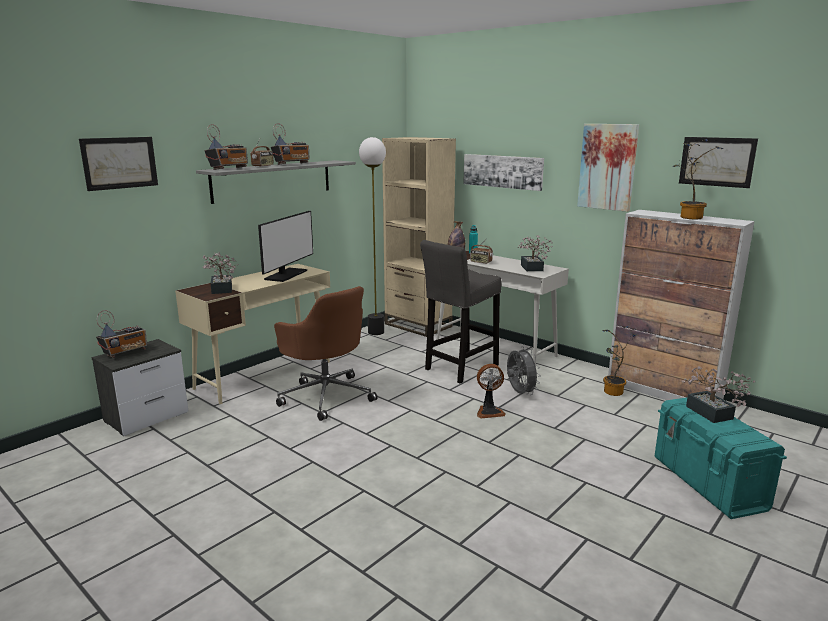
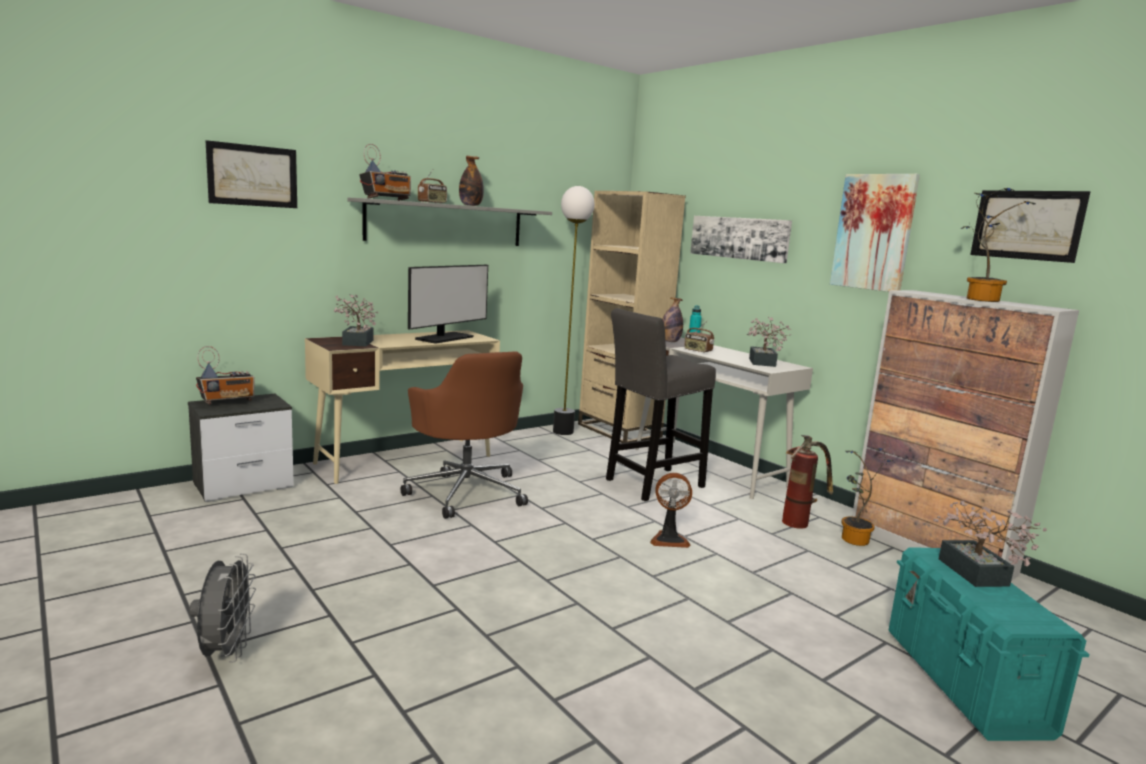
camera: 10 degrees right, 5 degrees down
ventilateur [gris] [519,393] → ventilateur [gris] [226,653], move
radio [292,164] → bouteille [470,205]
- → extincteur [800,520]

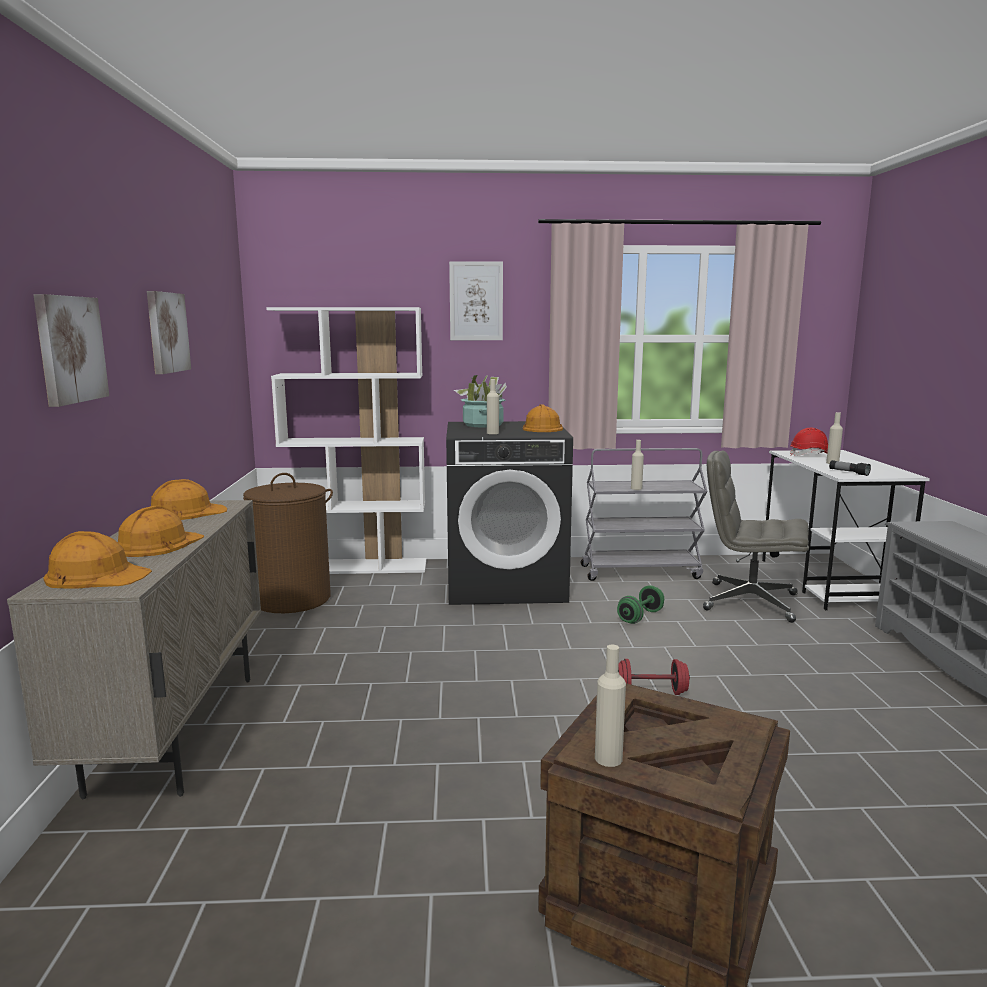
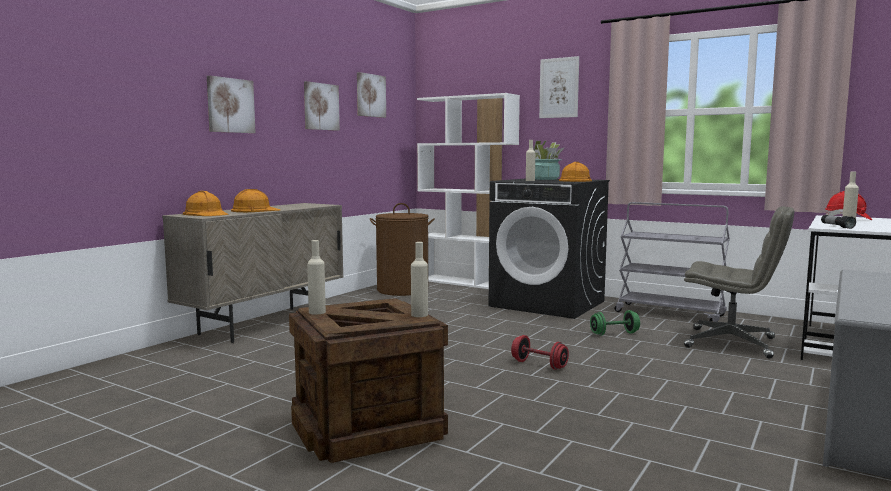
camera: 35 degrees right, 5 degrees down
- → tableau [370,95]
bouteille [beige] [636,488] → bouteille [beige] [419,315], move
chaise de bureau [gris] [749,602] → chaise de bureau [gris] [731,343], 150 degrees clockwise
casque de chantier [orange] [186,512] → -

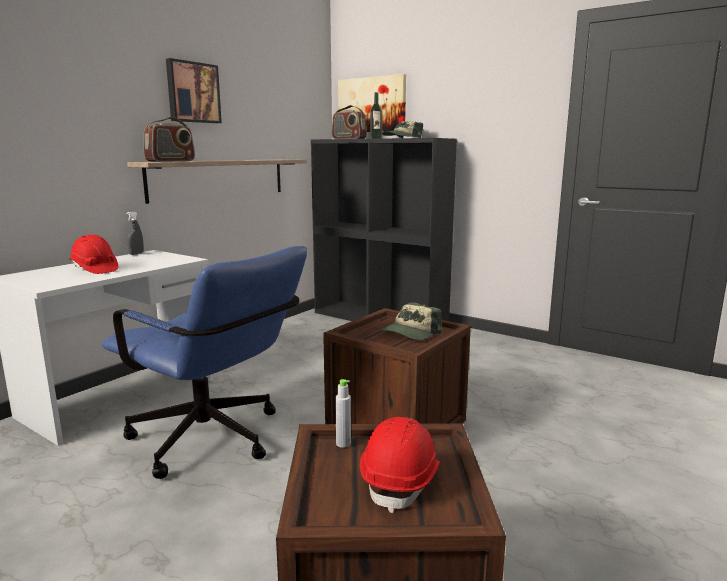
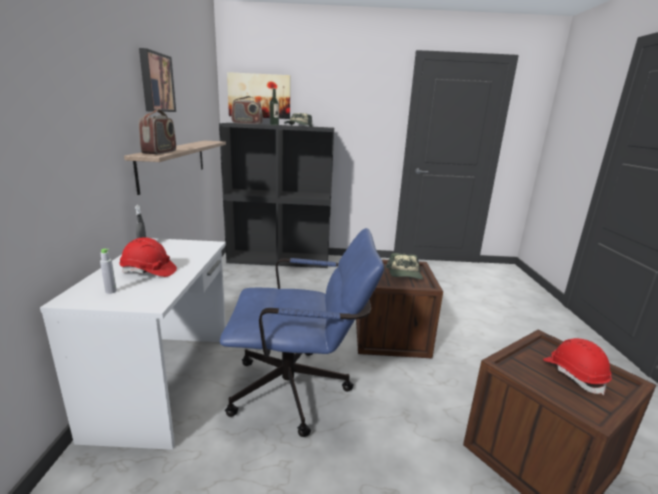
camera: 35 degrees left, 5 degrees up
bouteille [gris] [343,443] → bouteille [gris] [111,291], move

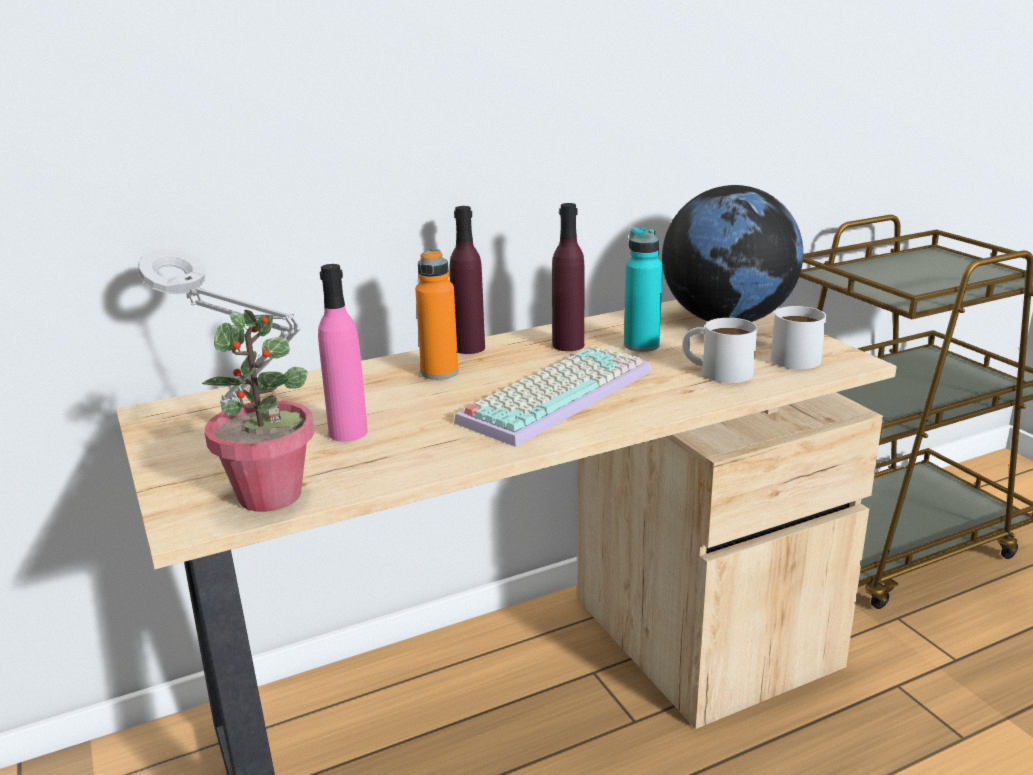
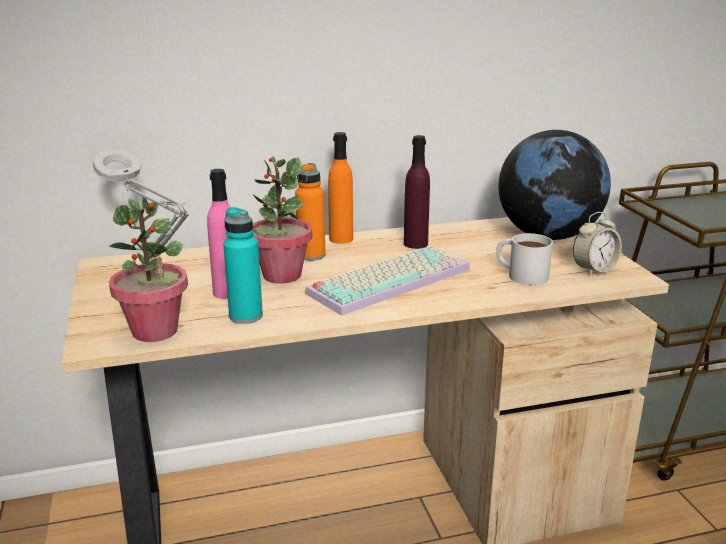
camera: 10 degrees right, 0 degrees up
bouteille [turquoise] [641,345] → bouteille [turquoise] [246,316], move
- → plante en pot [281,275]
bouteille [violet] [469,348] → bouteille [orange] [341,239]
mug [blanc] [801,357] → réveil [594,269]

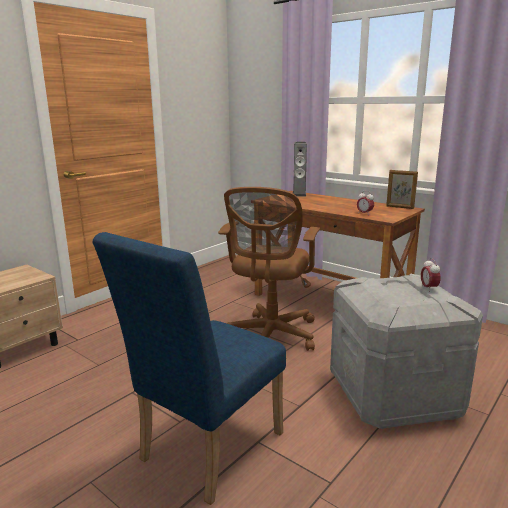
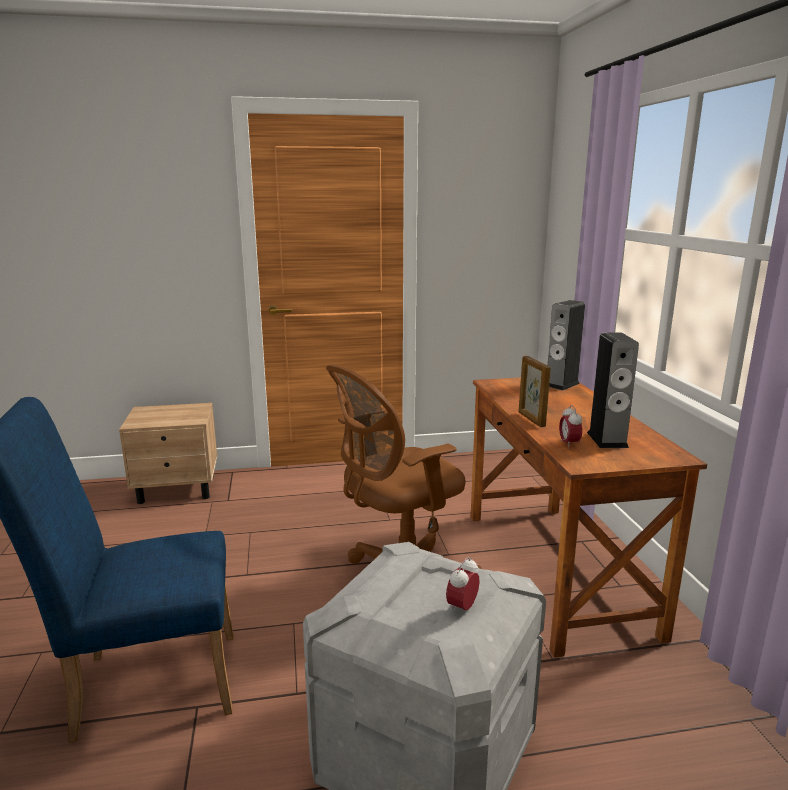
camera: 40 degrees right, 0 degrees up
cadre photo [399,207] → cadre photo [531,419], move
- → enceinte [607,440]

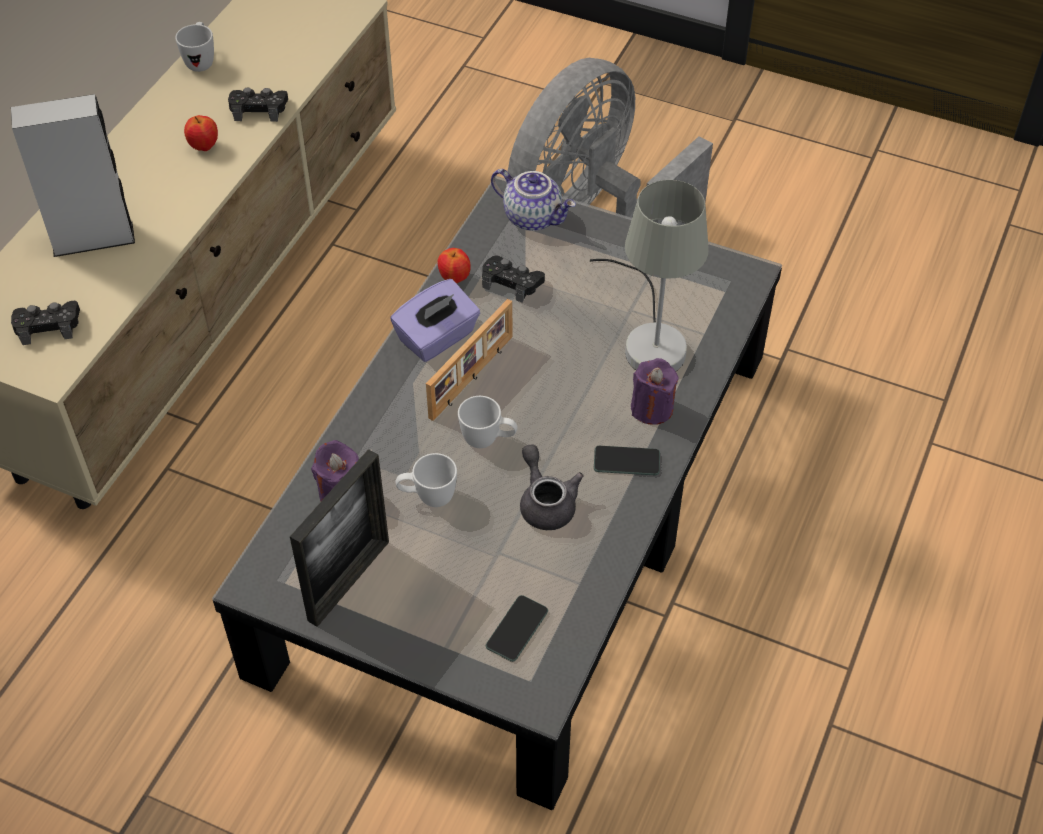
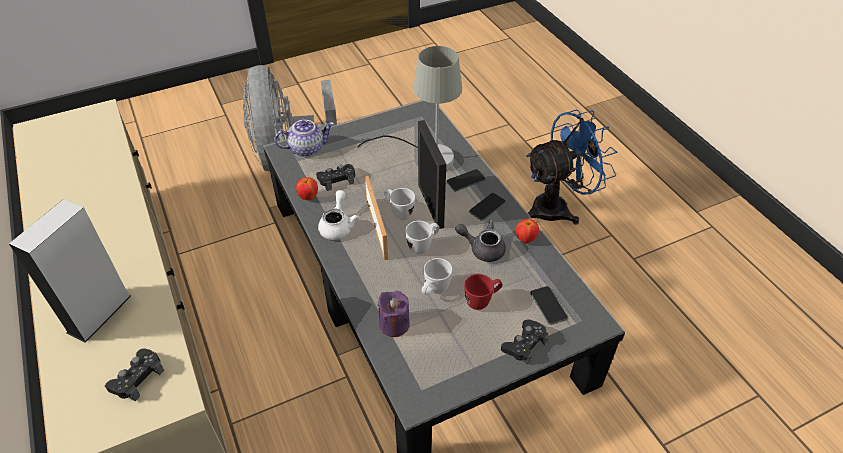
camera: 50 degrees left, 5 degrees down
boîte à mouchoirs [violet] [437,338] → théière [blanc] [337,226]
mug [blanc] [201,61] → mug [blanc] [399,213], move
cadre photo [349,580] → cadre photo [430,205], move
bougie [violet] [652,408] → téléphone [466,181]
- → mug [rouge] [482,301]
manette [noir] [259,109] → manette [noir] [524,344], move
pomme [204,147] → pomme [525,239], move
- → ventilateur [bleu] [557,207]

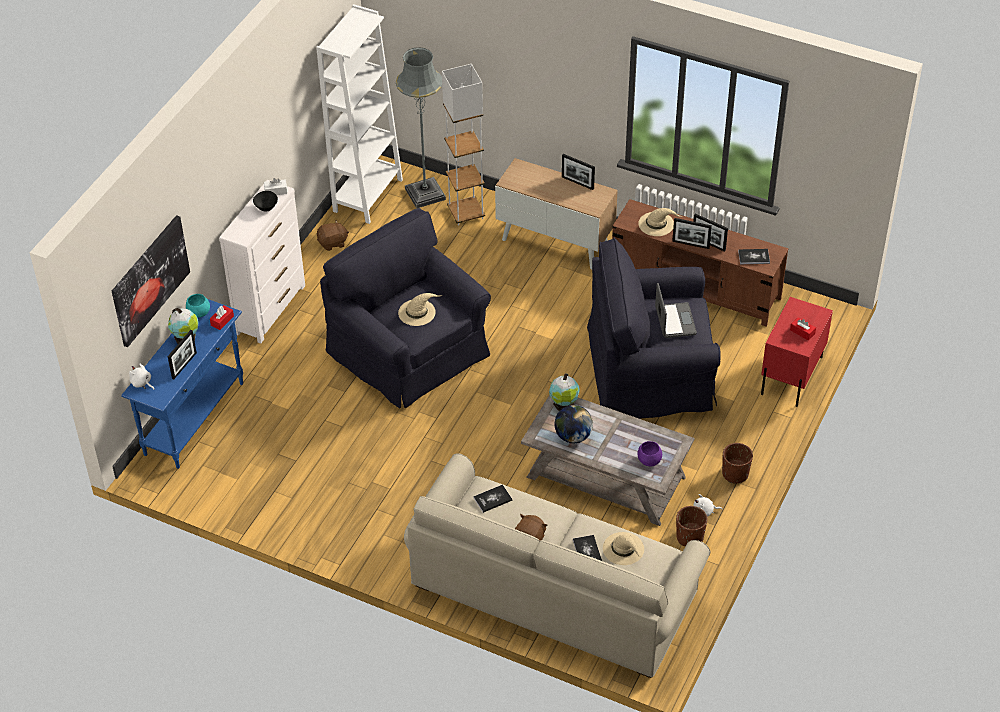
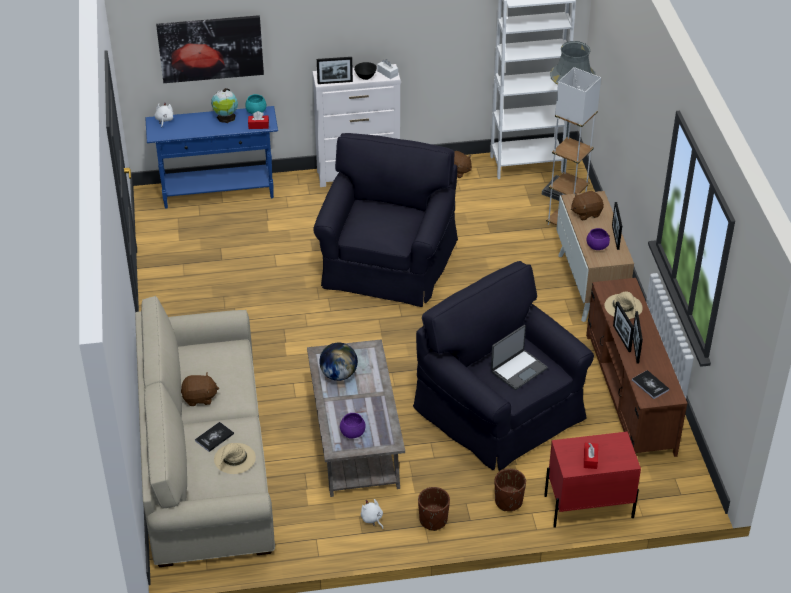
camera: 55 degrees right, 5 degrees down
cadre photo [184,365] → cadre photo [335,82], move
cache-pot [marron] [689,537] → cache-pot [marron] [508,501], move
- → peluche [marron] [586,213]
- → bol [violet] [597,246]
chapeau [beige] [417,312] → -
livre [492,499] → -
globe [564,404] → -

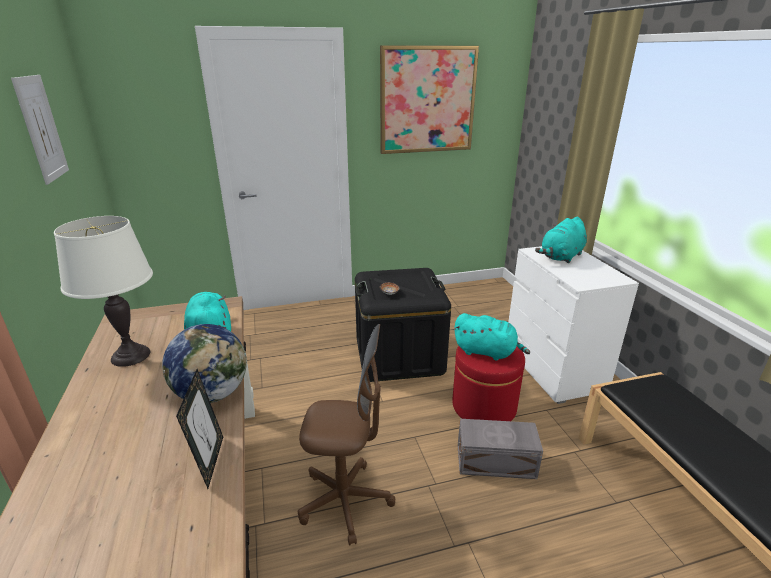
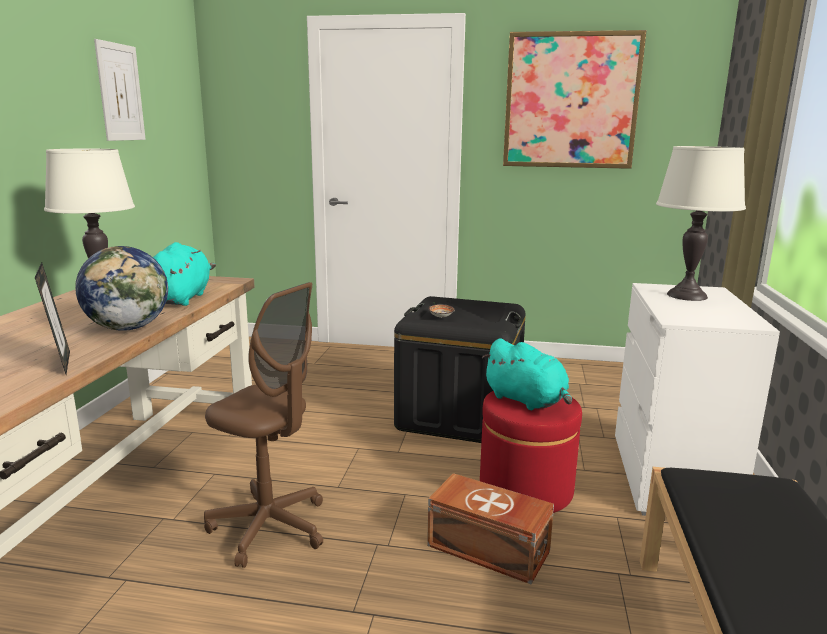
camera: 25 degrees right, 10 degrees down
cadre photo [210,462] → cadre photo [61,363], 45 degrees counterclockwise
boîte de rangement [gris] [497,462] → boîte de rangement [marron] [489,550]
peluche [turquoise] [561,257] → lampe de table [blanc] [686,296]

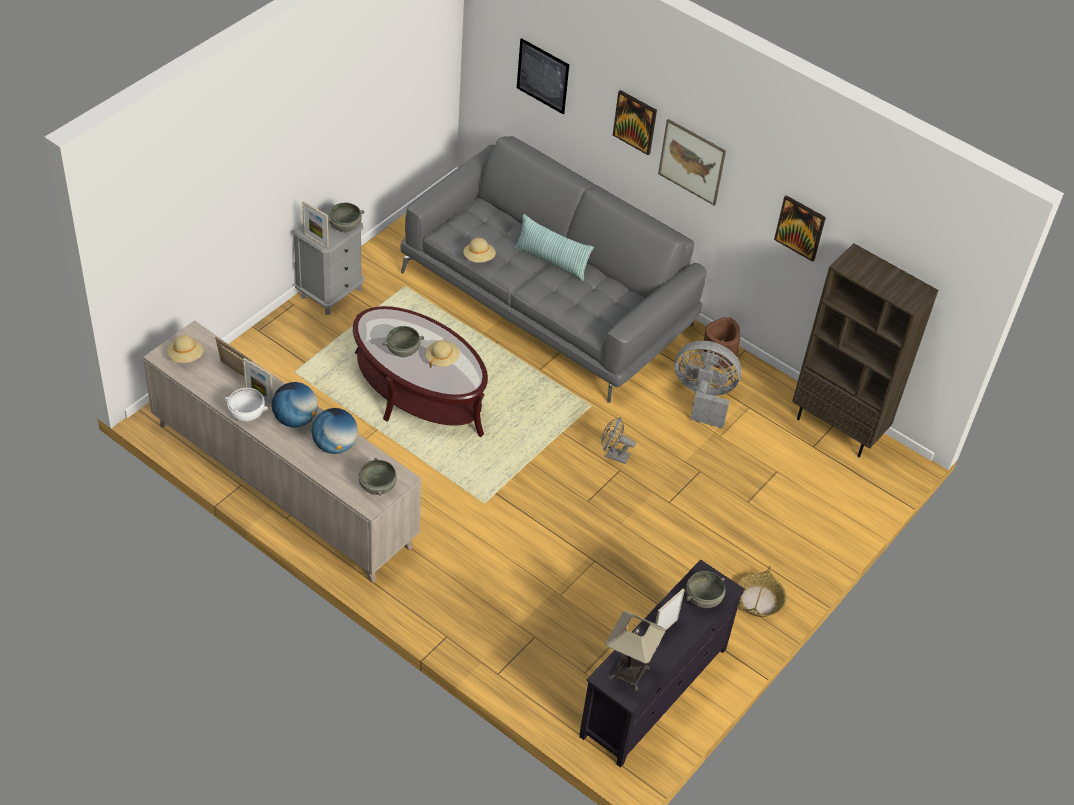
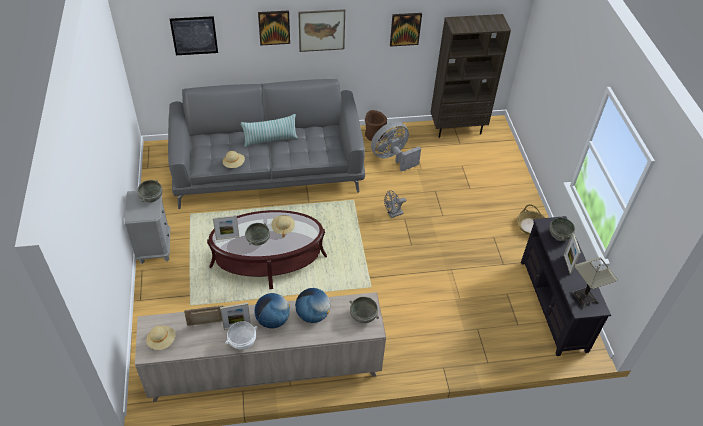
camera: 45 degrees left, 0 degrees up
cadre photo [316,241] → cadre photo [227,238], move

